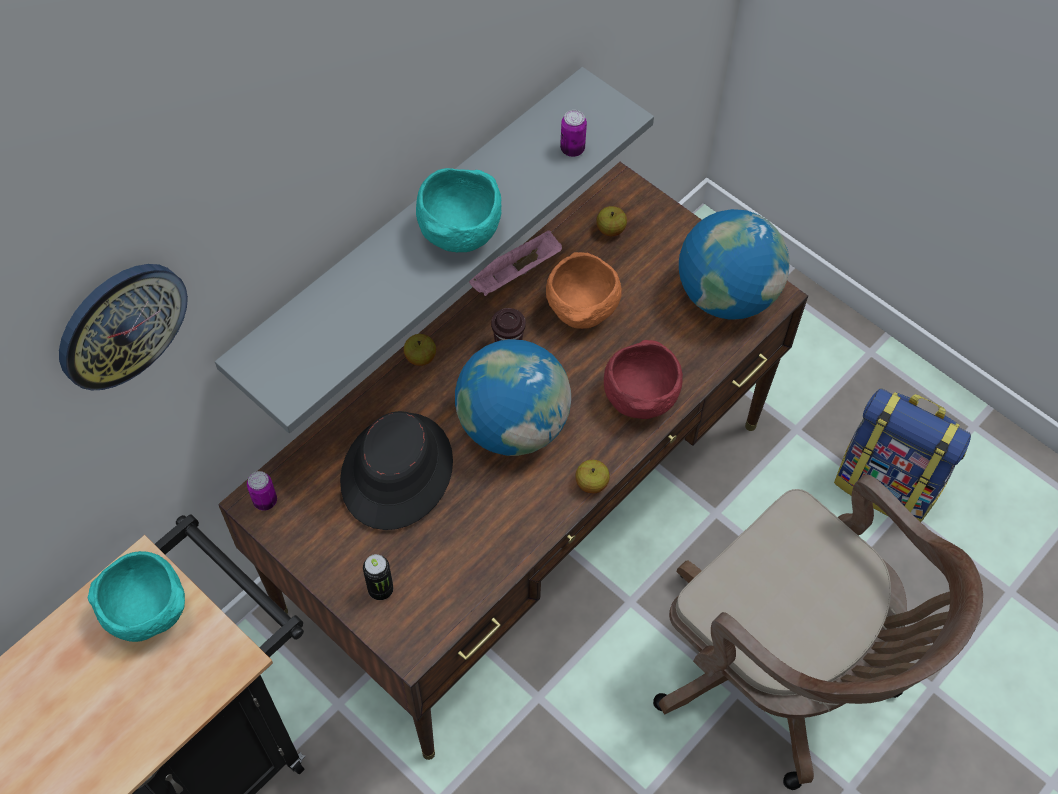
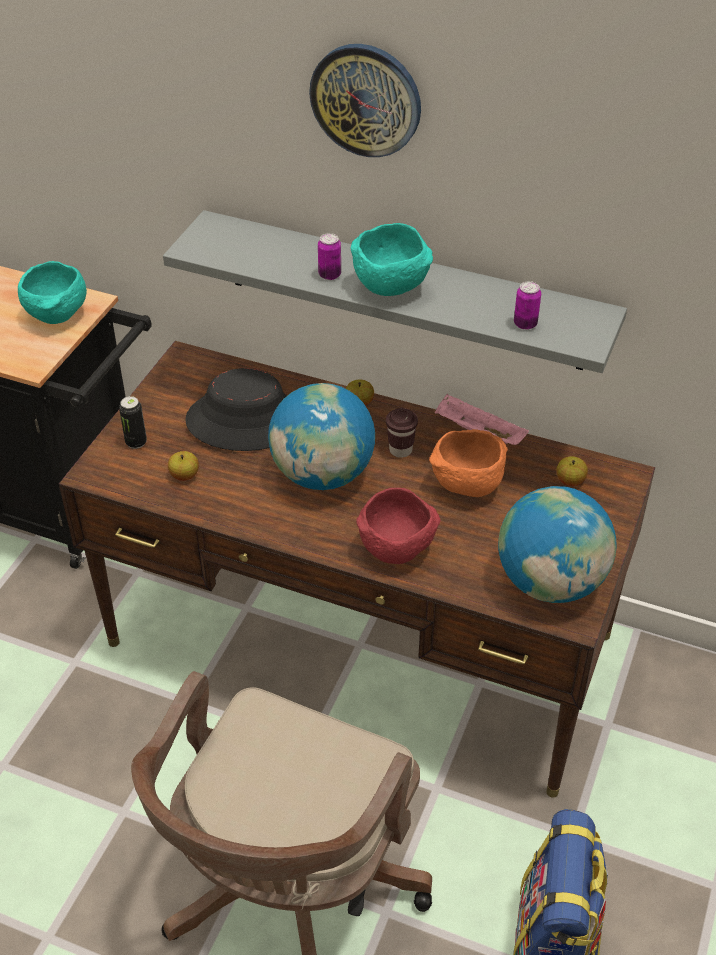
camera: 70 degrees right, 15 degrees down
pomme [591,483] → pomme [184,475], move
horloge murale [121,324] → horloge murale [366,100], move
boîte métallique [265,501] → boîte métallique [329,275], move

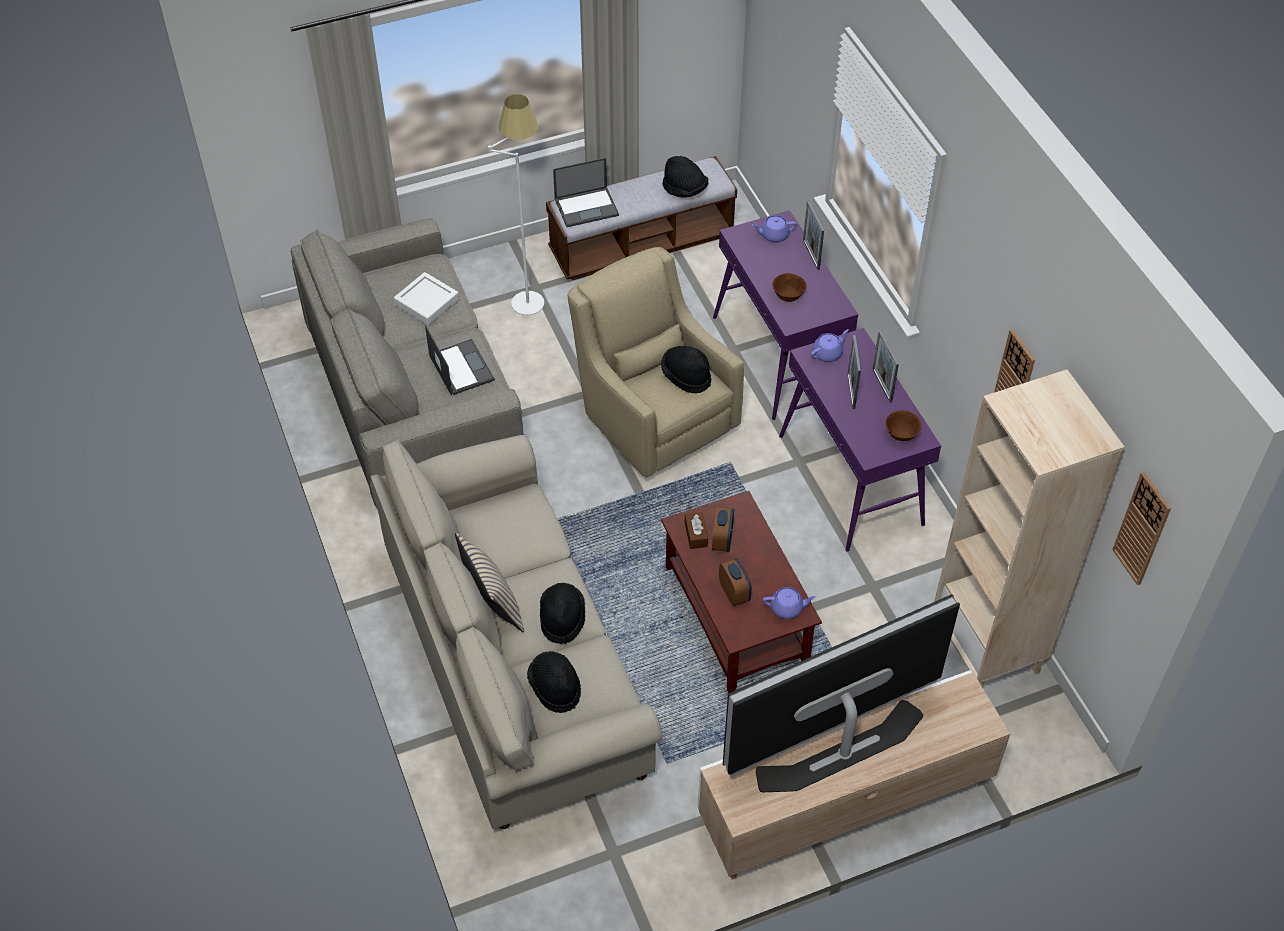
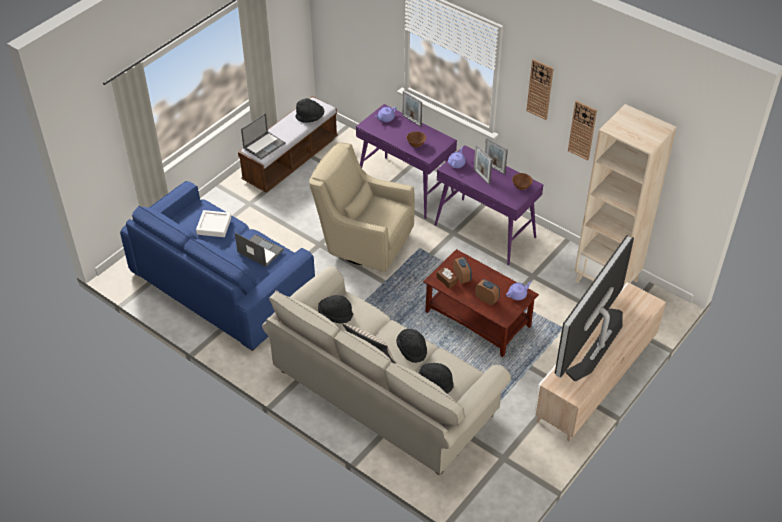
camera: 30 degrees left, 5 degrees down
canapé [gris] [412,395] → canapé [bleu] [222,285]
chapeau [noir] [686,376] → chapeau [noir] [335,315], move
horloge murale [1142,528] → horloge murale [540,89], move
lampadaire [blanc] [527,292] → -

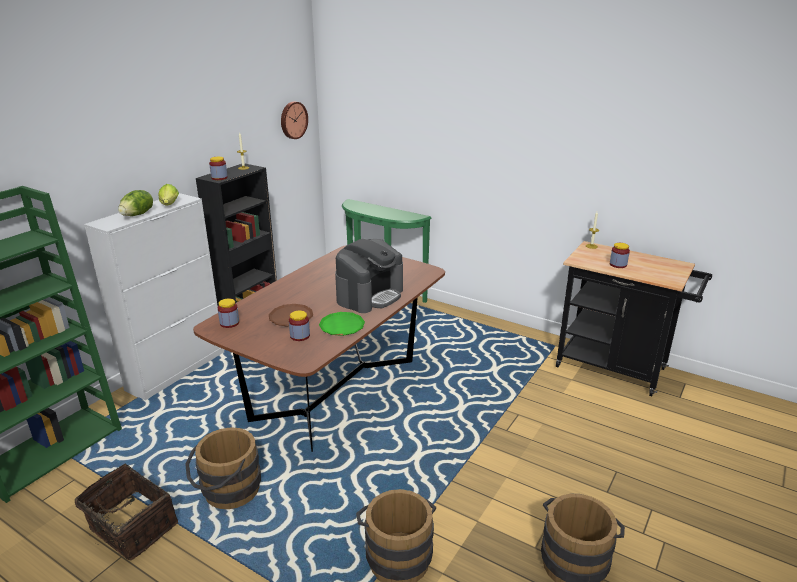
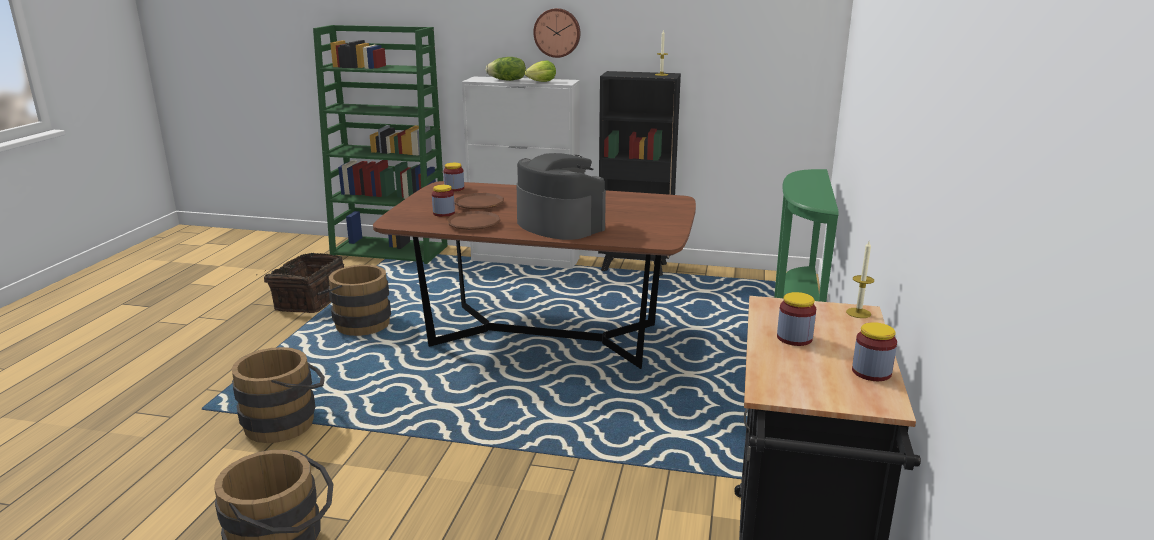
camera: 70 degrees right, 5 degrees down
assiette [vert] [342,327] → assiette [marron] [474,224]
machine à café [370,295] → machine à café [559,224], 150 degrees counterclockwise
horloge murale [293,120] → horloge murale [557,32], move
bocal [219,178] → bocal [871,372], move

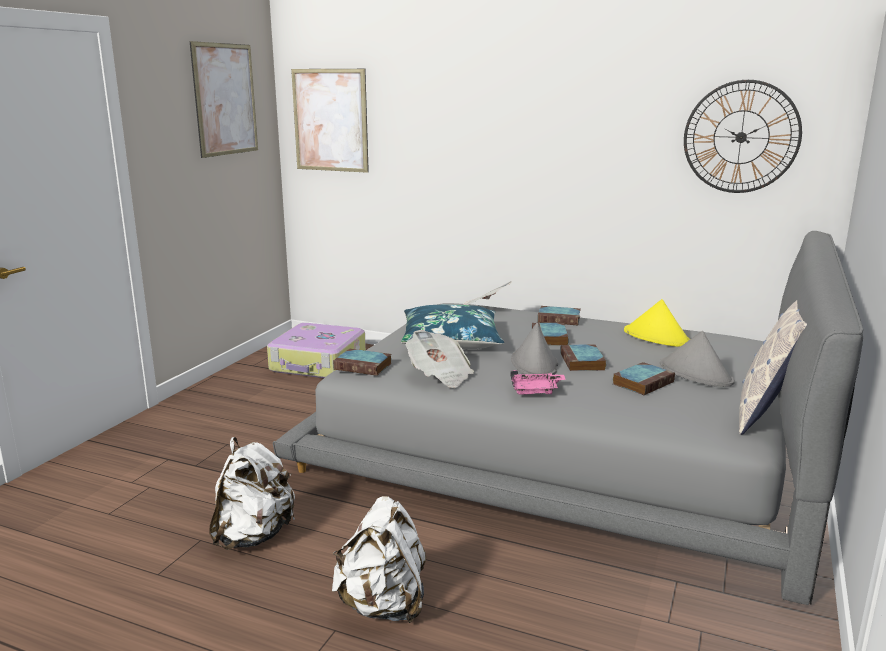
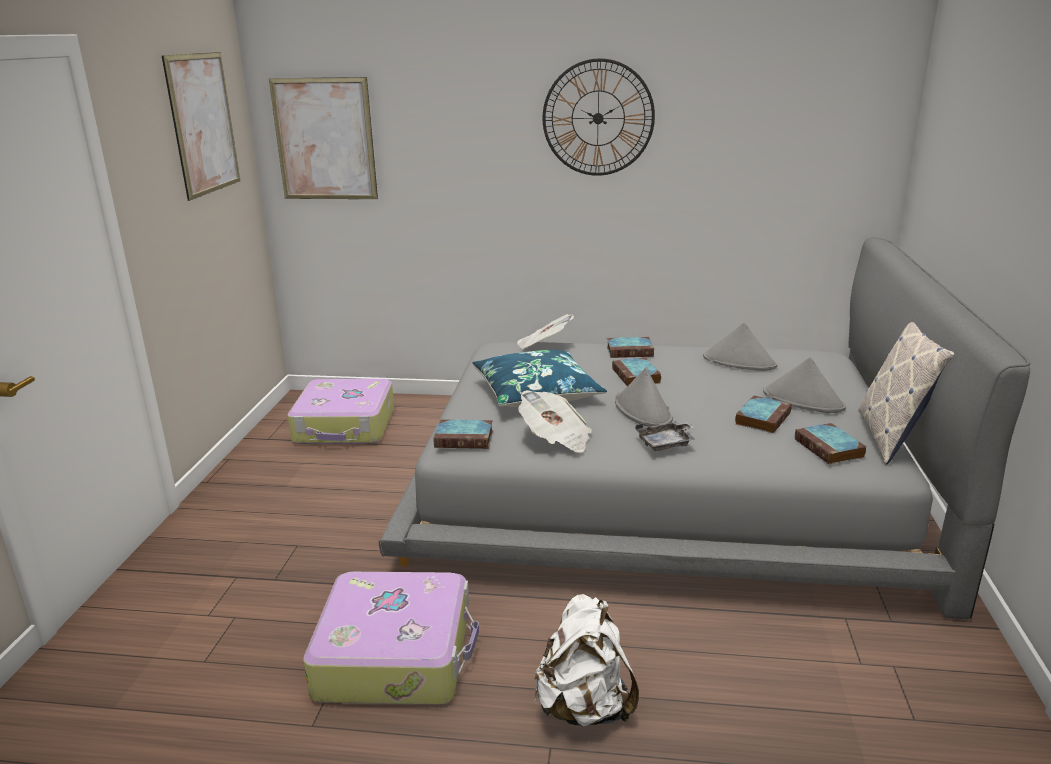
camera: 15 degrees left, 5 degrees up
sac à dos [blanc] [254,535] → valise [396,654]
horloge murale [741,137] → horloge murale [598,118], move
plateau [rose] [535,390] → plateau [gris] [666,443]
chapeau [jaune] [657,337] → chapeau [gris] [739,361]
livre [583,362] → livre [830,449], move

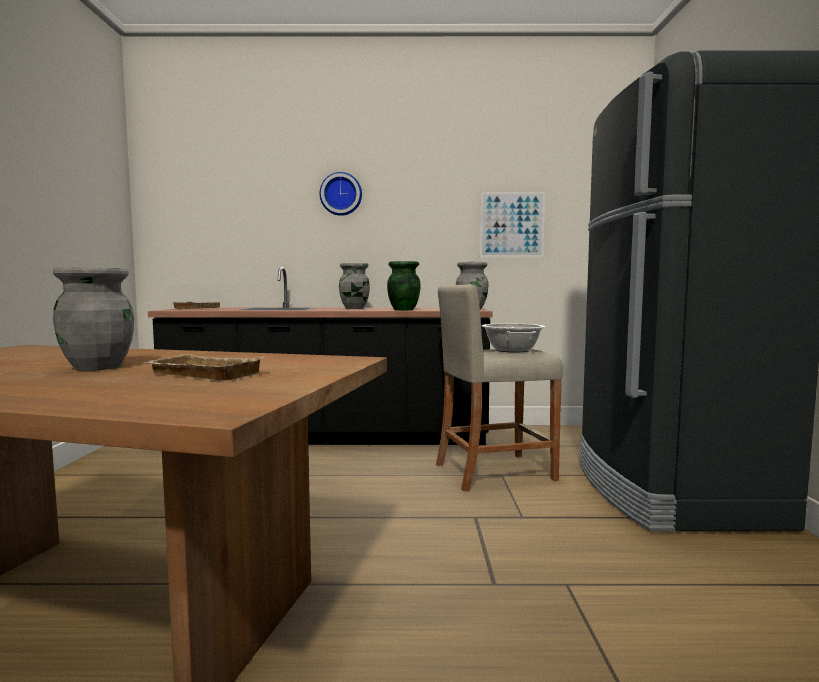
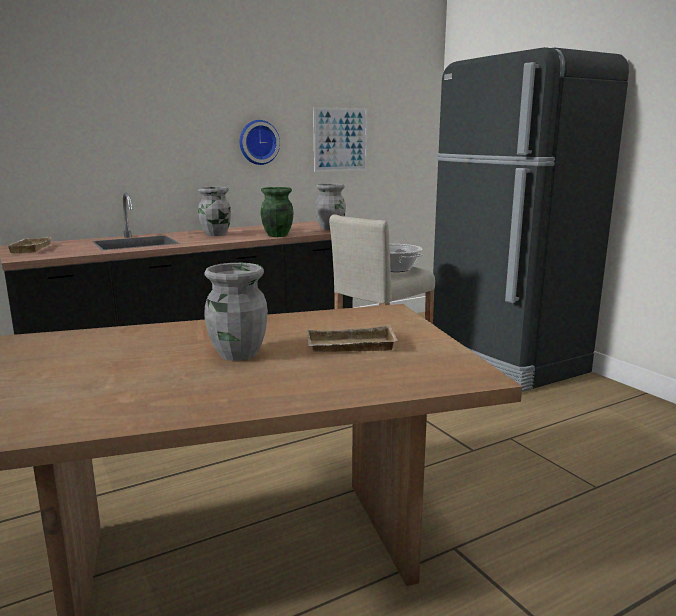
camera: 30 degrees left, 10 degrees up
horloge murale [341,194] → horloge murale [258,142], move

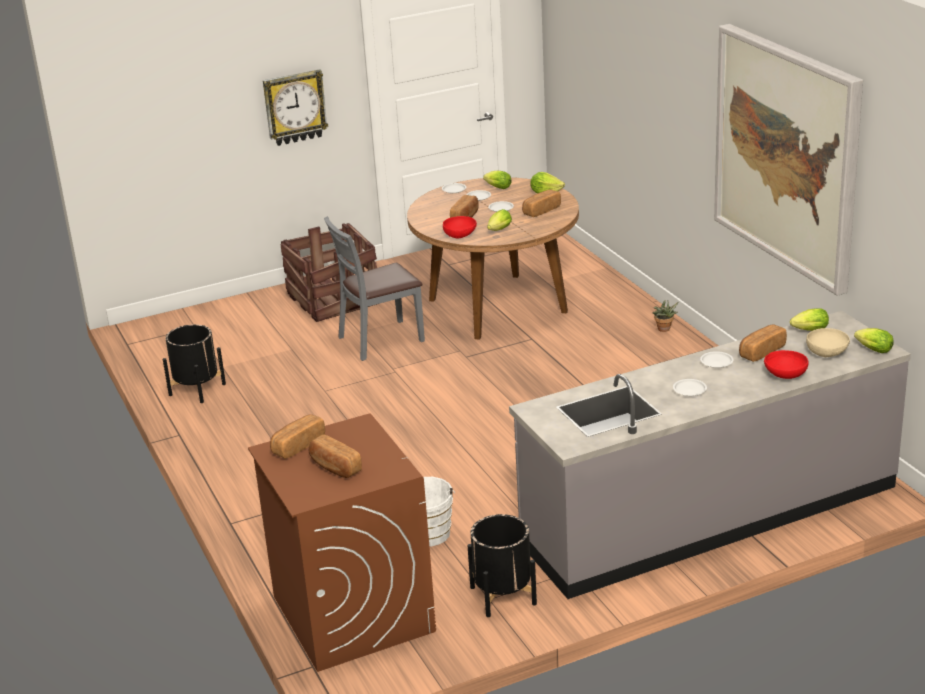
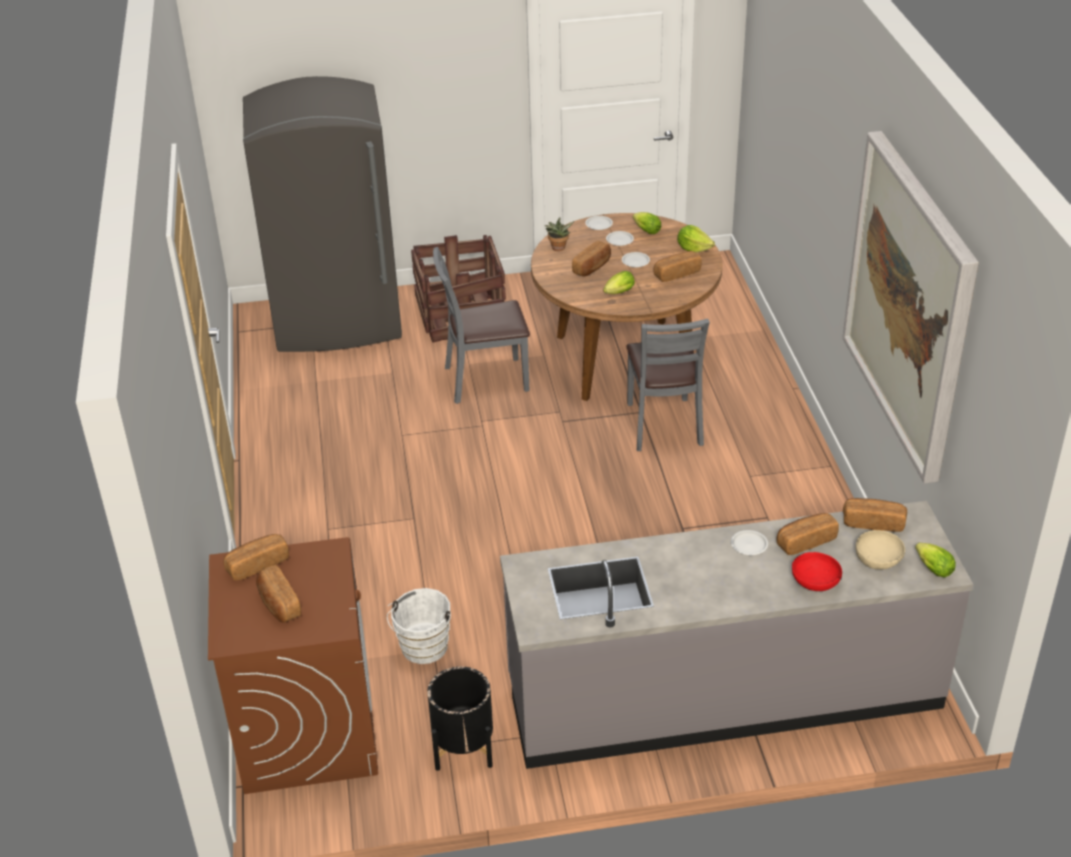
camera: 15 degrees right, 10 degrees up
- → réfrigérateur [gris] [338,322]
plante en pot [664,330] → plante en pot [558,249], move
- → chaise [gris] [663,425]
laitue [808,331] → pain [873,522]
cache-pot [noir] [197,389] → -
horloge murale [295,107] → -
bol [rouge] [460,235] → -
assiette [blanc] [689,389] → -

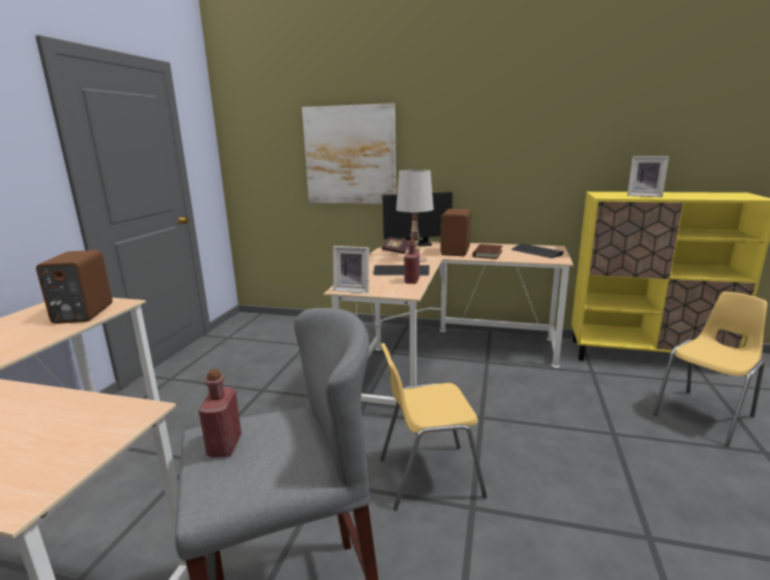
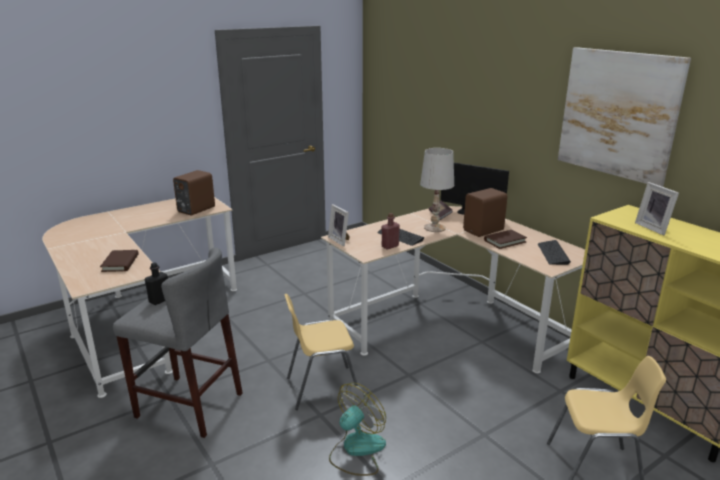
camera: 40 degrees right, 5 degrees up
- → livre [marron] [120,263]
bouteille [rouge] [224,446] → bouteille [noir] [159,300]
chaise [jaune] [428,476] → chaise [jaune] [322,388], 45 degrees counterclockwise
- → ventilateur [356,450]
tableau [350,155] → tableau [618,114], move

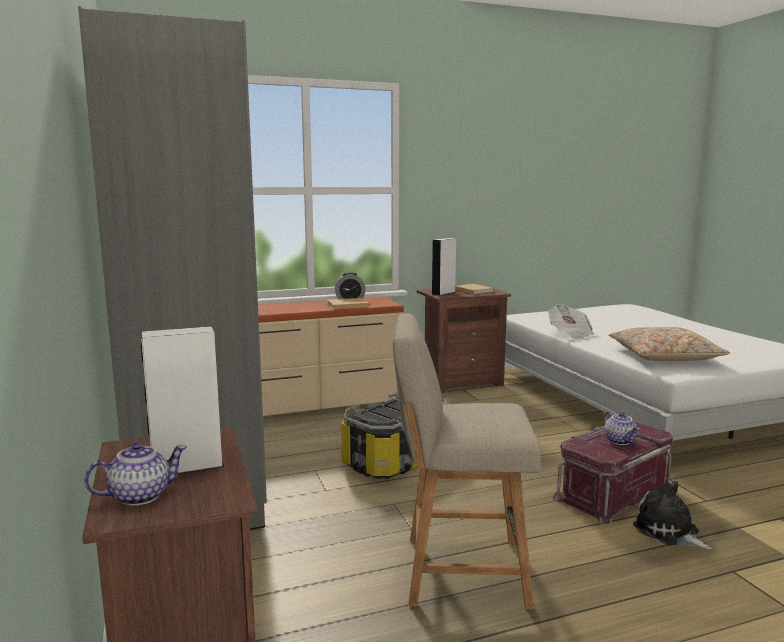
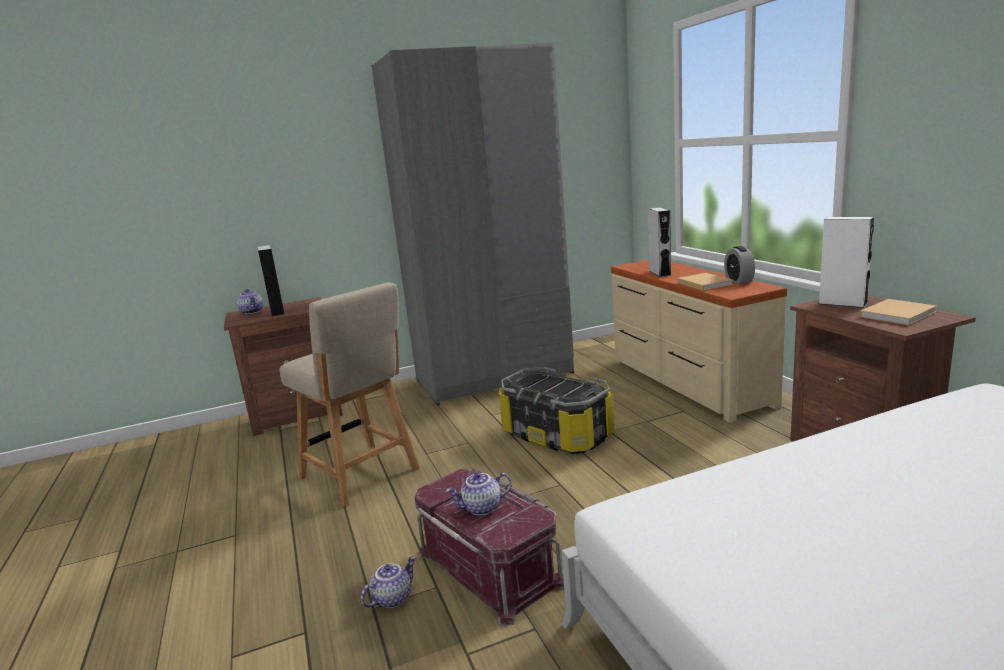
camera: 90 degrees right, 5 degrees up
chaise [beige] [457,570] → chaise [beige] [362,475], 135 degrees clockwise
peluche [668,532] → théière [392,598]
- → enceinte [gris] [660,273]
journal [570,334] → -
coussin [beige] [664,356] → -

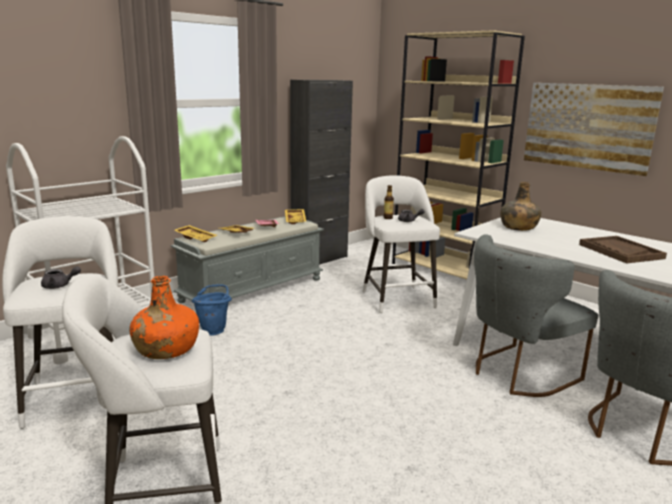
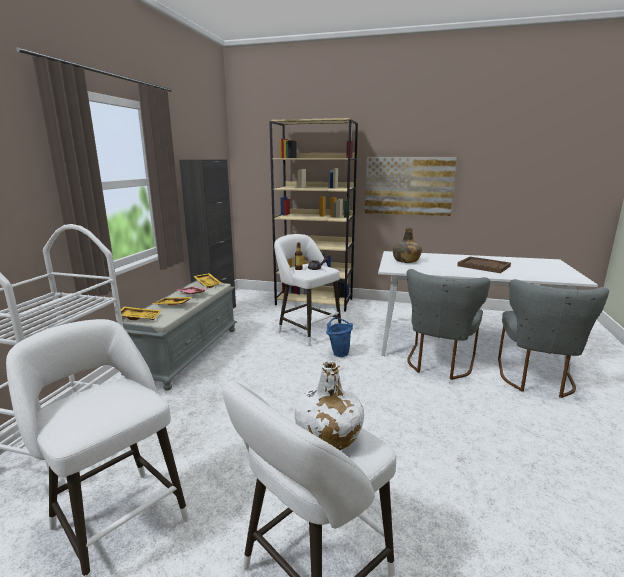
camera: 30 degrees left, 0 degrees up
bouteille [orange] [166,349] → bouteille [blanc] [328,436]
seau [bleu] [214,330] → seau [bleu] [339,353], move
théière [gris] [59,286] → -

